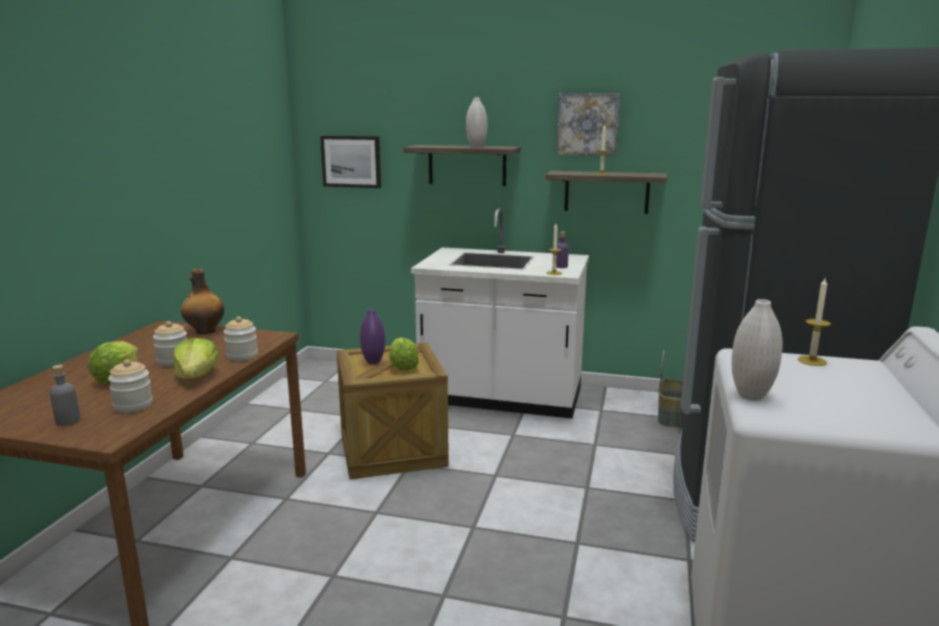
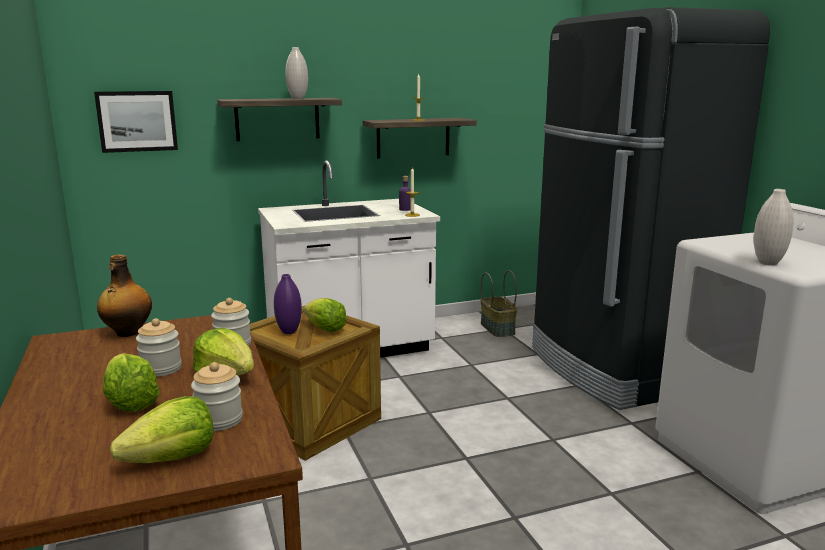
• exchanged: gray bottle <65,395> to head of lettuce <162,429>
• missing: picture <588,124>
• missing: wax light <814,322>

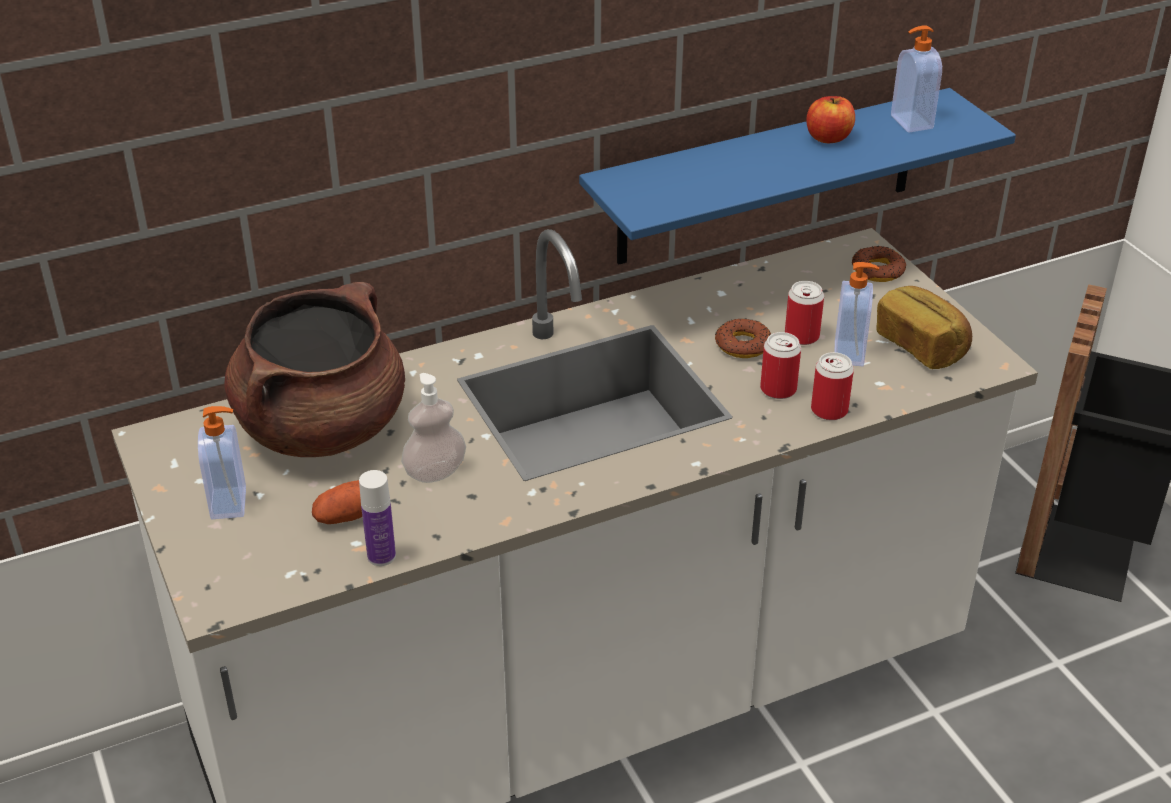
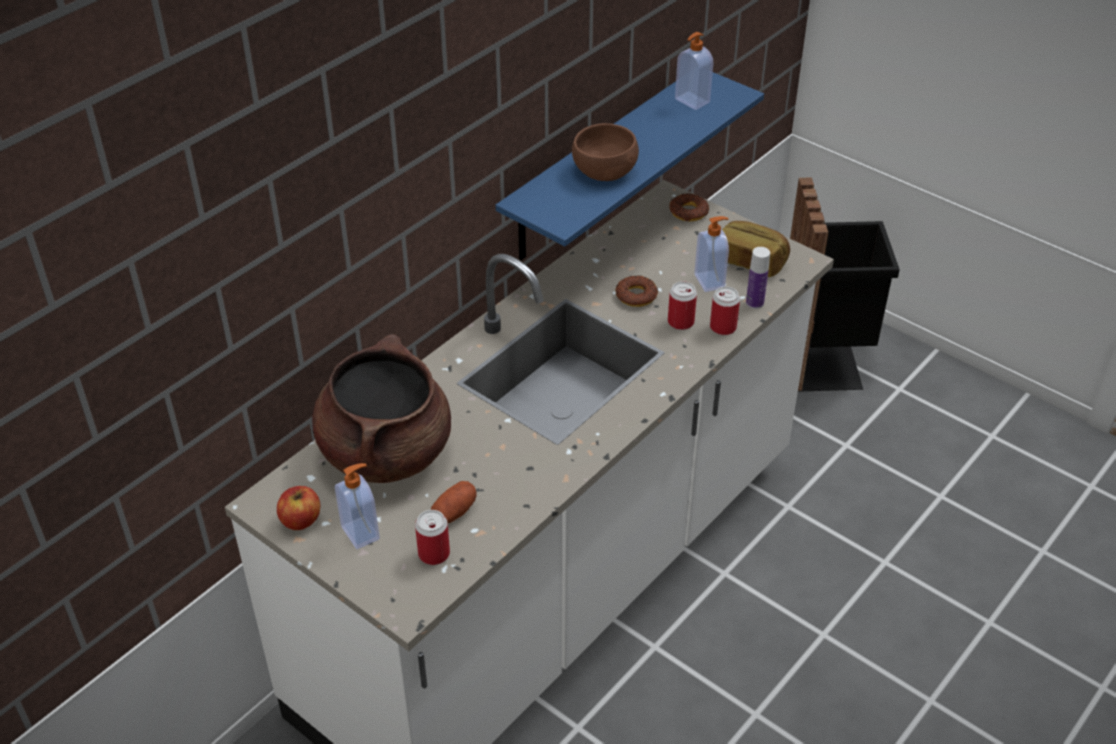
• relocated: bottle <377,518> to <758,278>
• missing: soap bottle <433,428>
• relocated: can <804,313> to <432,537>
• relocated: whole apple <830,119> to <298,508>
• appeared: brown-coloured serving bowl <605,152>

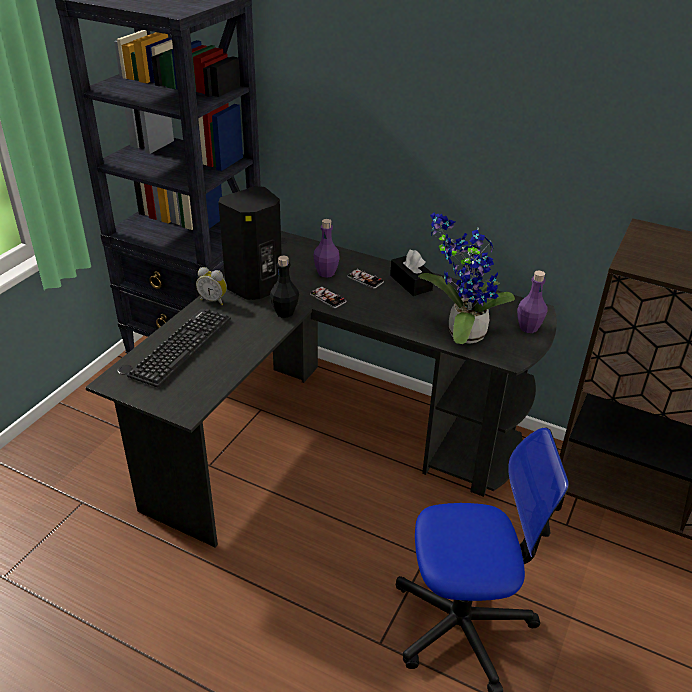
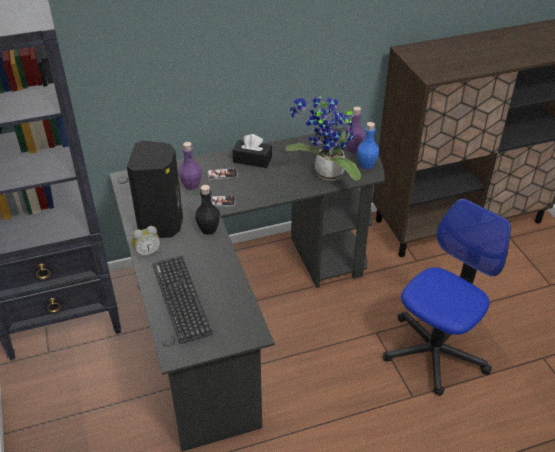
• appeared: blue bottle <368,145>

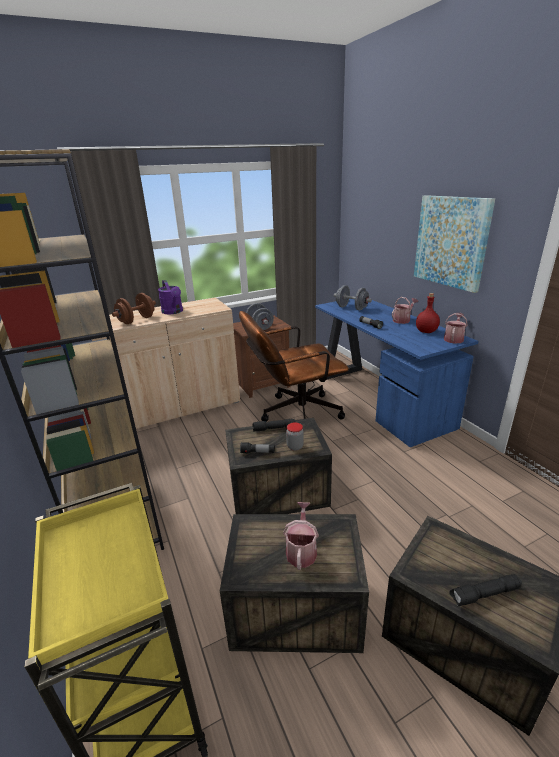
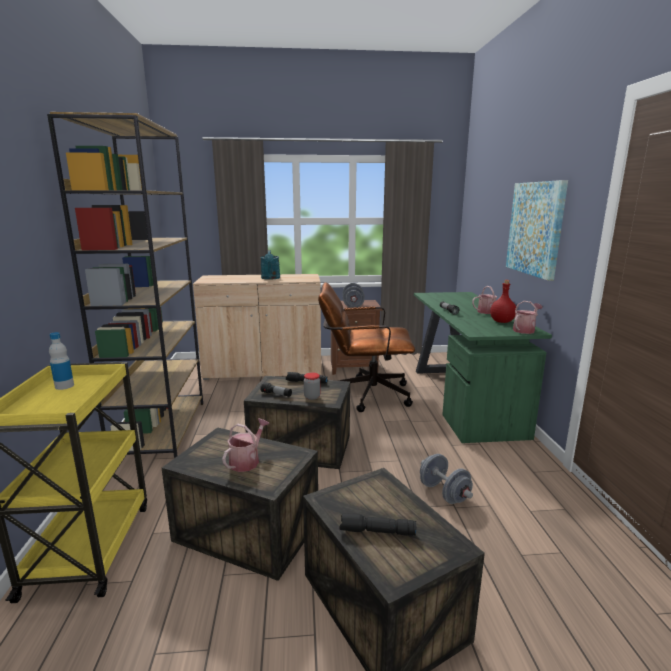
• missing: brown-coloured dumbbell <134,308>
• colour: purplish watering can <170,297> to blue-green watering can <270,265>
• colour: blue desk table <397,373> to green desk table <483,367>
• relocated: gray dumbbell <353,297> to <446,479>
• appeared: bottle <61,361>

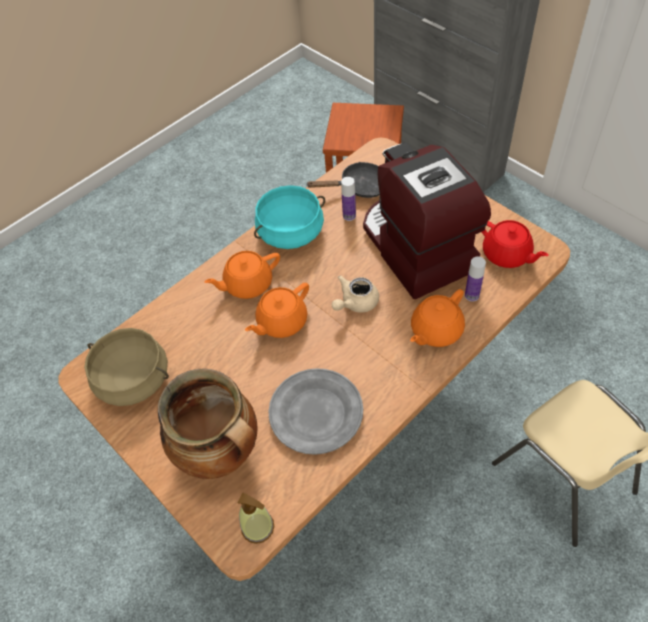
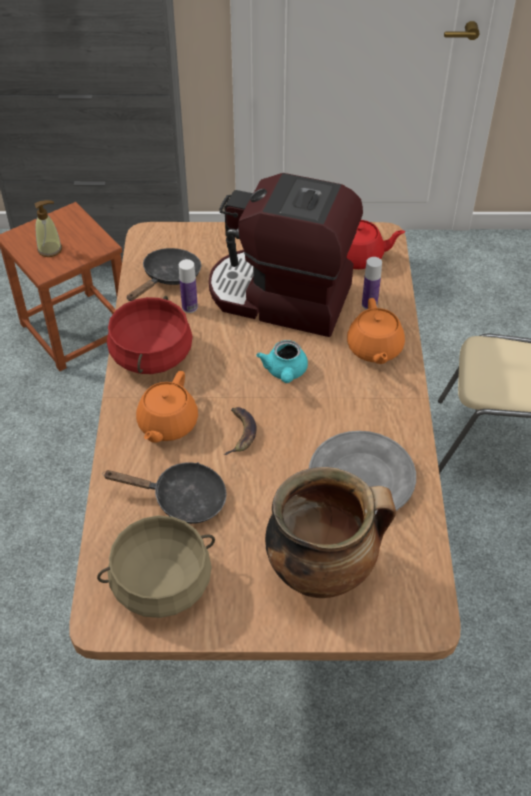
• relocated: soap bottle <255,518> to <48,228>
• exchanged: orangey tea pot <277,310> to banana fruit <240,431>
• colour: blue-green saucepot <289,217> to red saucepot <150,335>
• colour: sand-coloured tea pot <355,294> to blue-green tea pot <282,361>
• appeared: blackish pan <164,493>

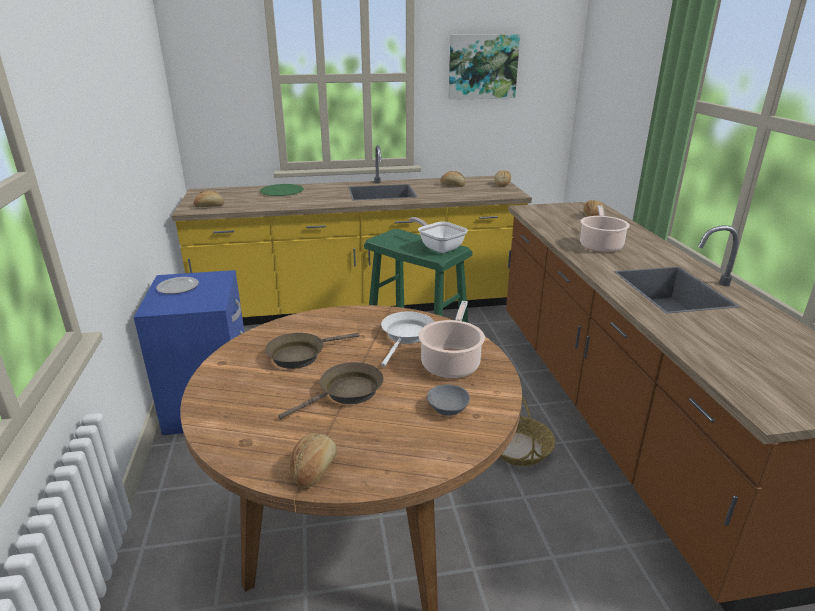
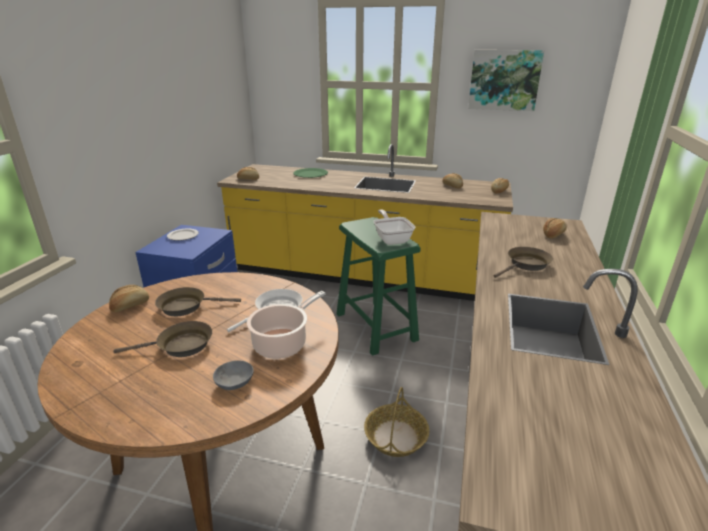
• relocated: bakery bread <313,460> to <129,298>
• exchanged: saucepot <605,228> to brown-coloured pan <523,262>

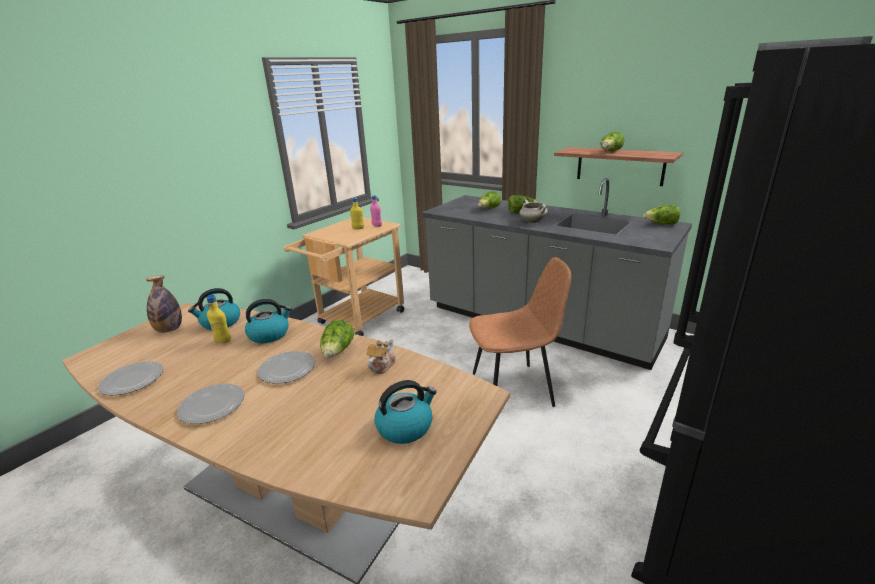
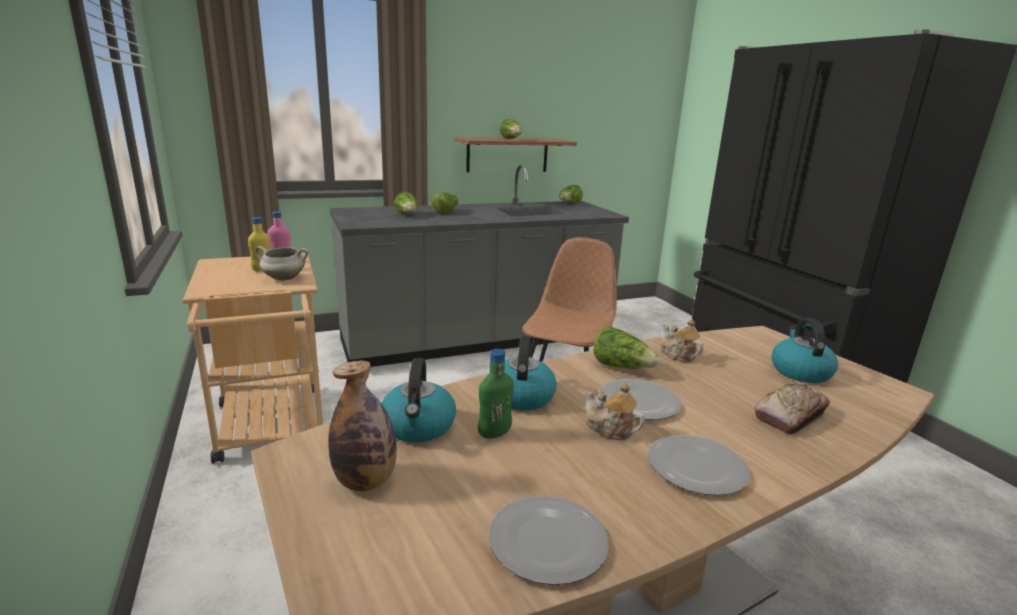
• colour: yellow bottle <218,319> to green bottle <496,394>
• relocated: white-coloured saucepot <534,211> to <282,263>
• appeared: tea pot <615,411>
• appeared: bakery bread <792,408>

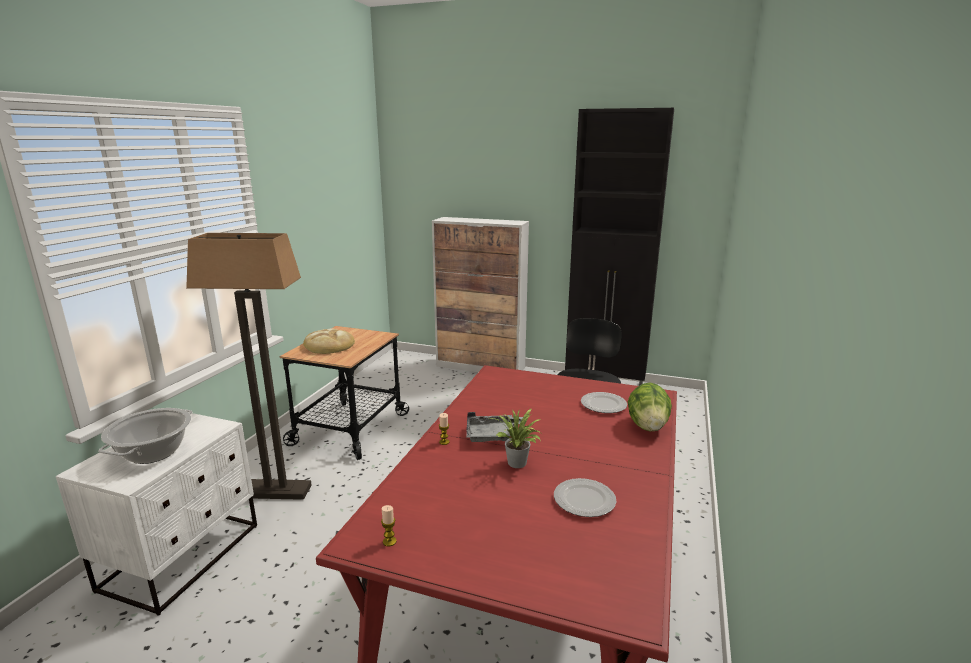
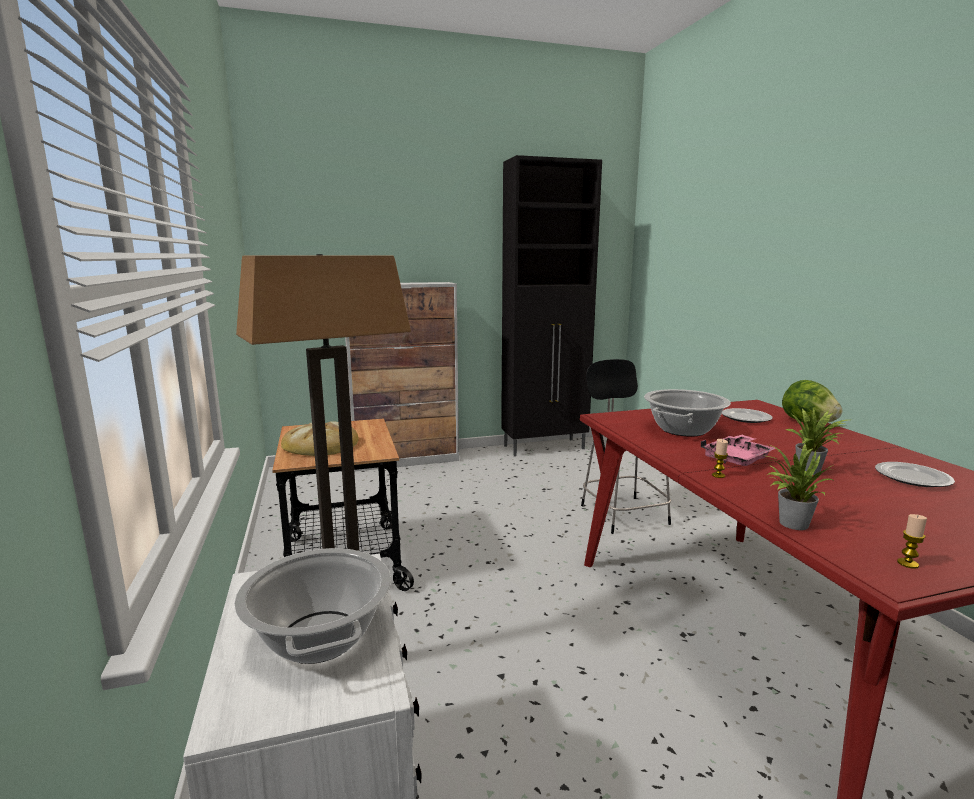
• colour: gray carrying tray <494,427> to pink carrying tray <738,450>
• appeared: saucepot <687,413>
• appeared: plant in a pot <801,487>

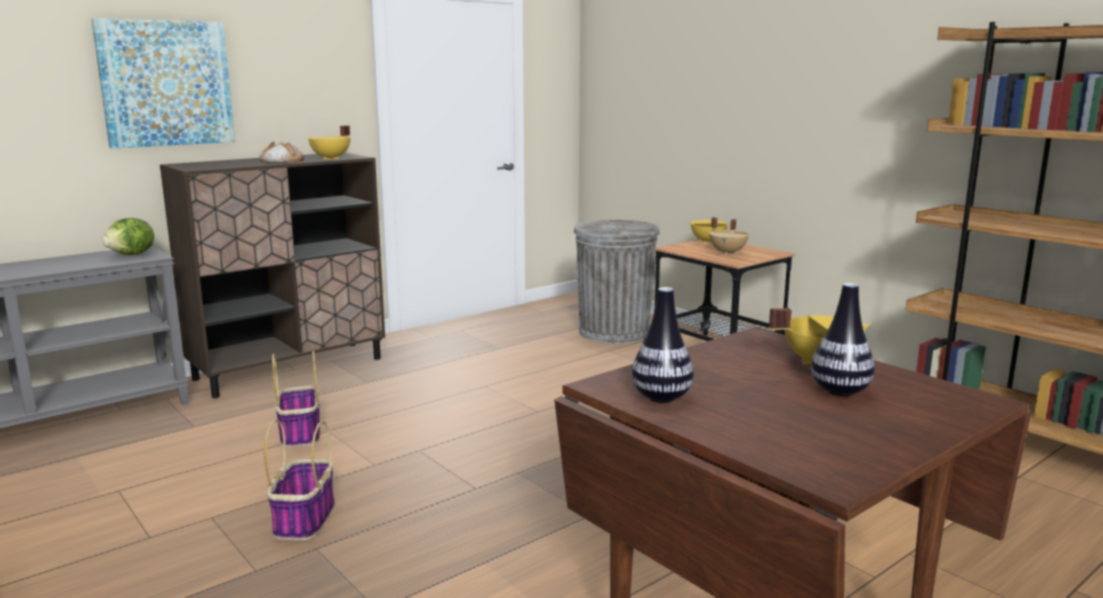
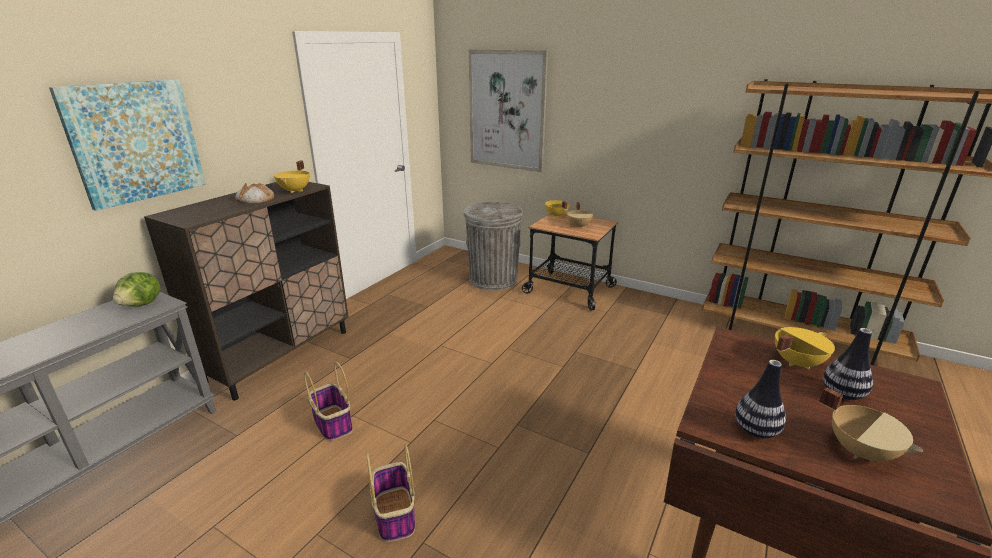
• appeared: picture <508,110>
• appeared: sand-coloured saucepot <871,424>

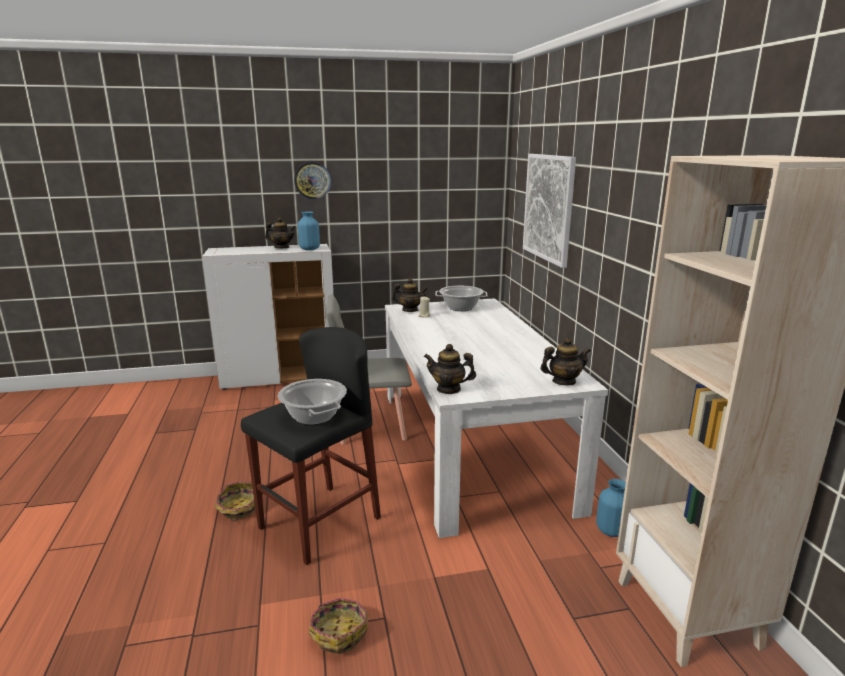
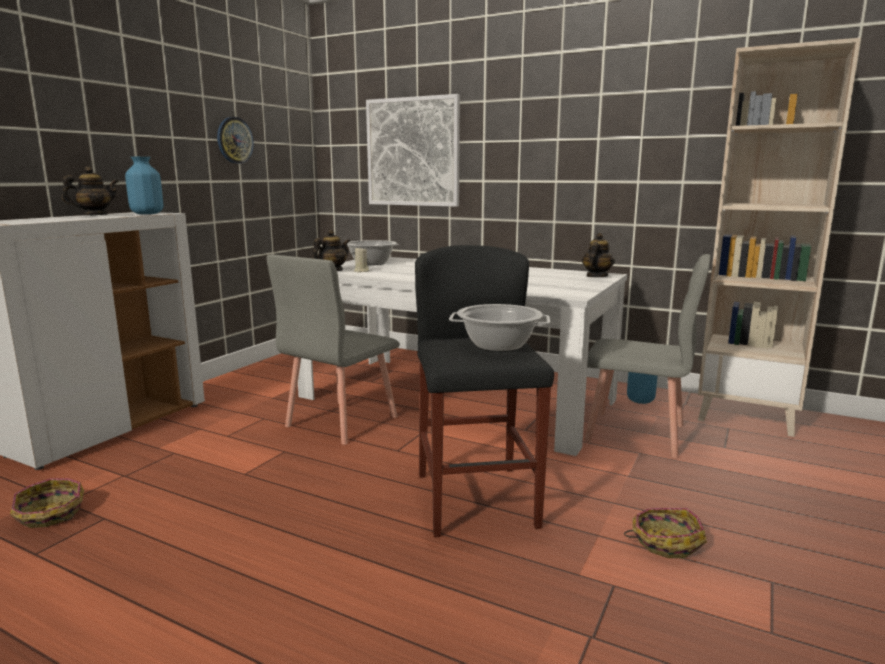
• relocated: household basket <235,501> to <47,503>
• relocated: wall clock <312,180> to <235,140>
• missing: tea pot <450,369>
• appeared: gray upright chair <647,356>

